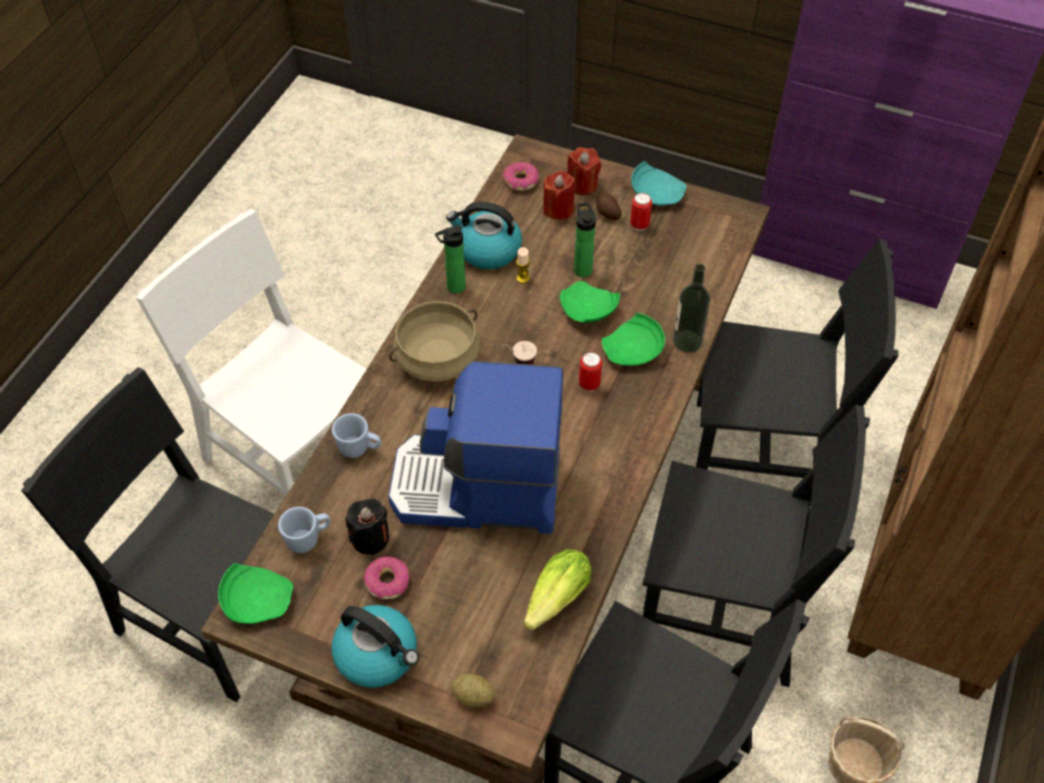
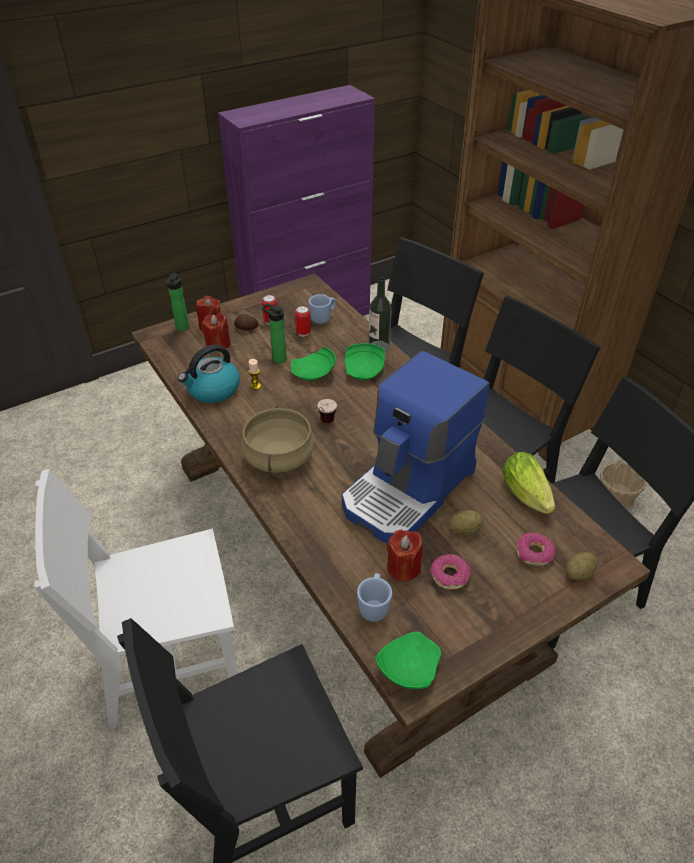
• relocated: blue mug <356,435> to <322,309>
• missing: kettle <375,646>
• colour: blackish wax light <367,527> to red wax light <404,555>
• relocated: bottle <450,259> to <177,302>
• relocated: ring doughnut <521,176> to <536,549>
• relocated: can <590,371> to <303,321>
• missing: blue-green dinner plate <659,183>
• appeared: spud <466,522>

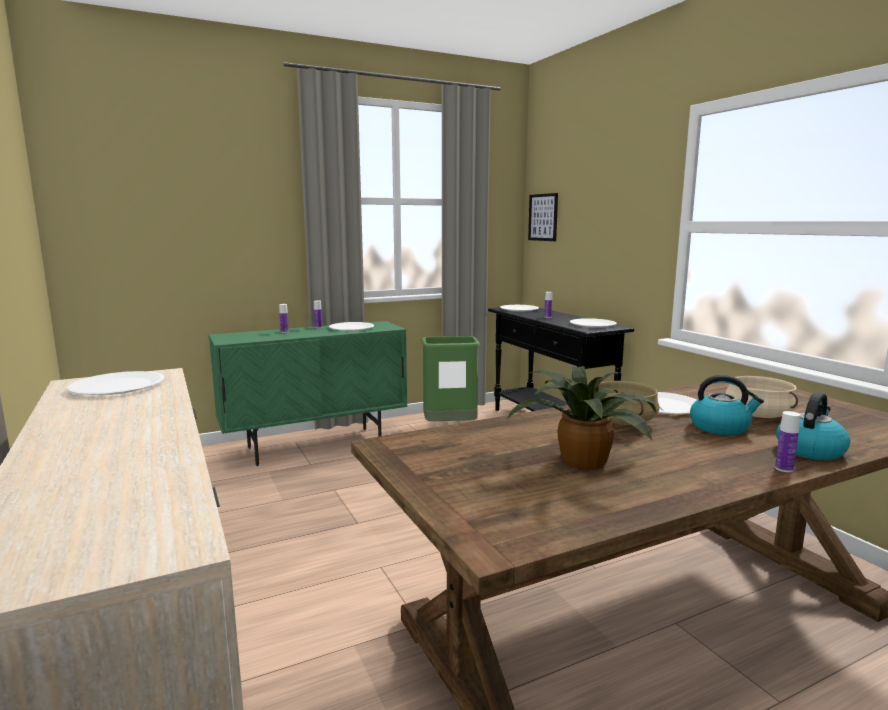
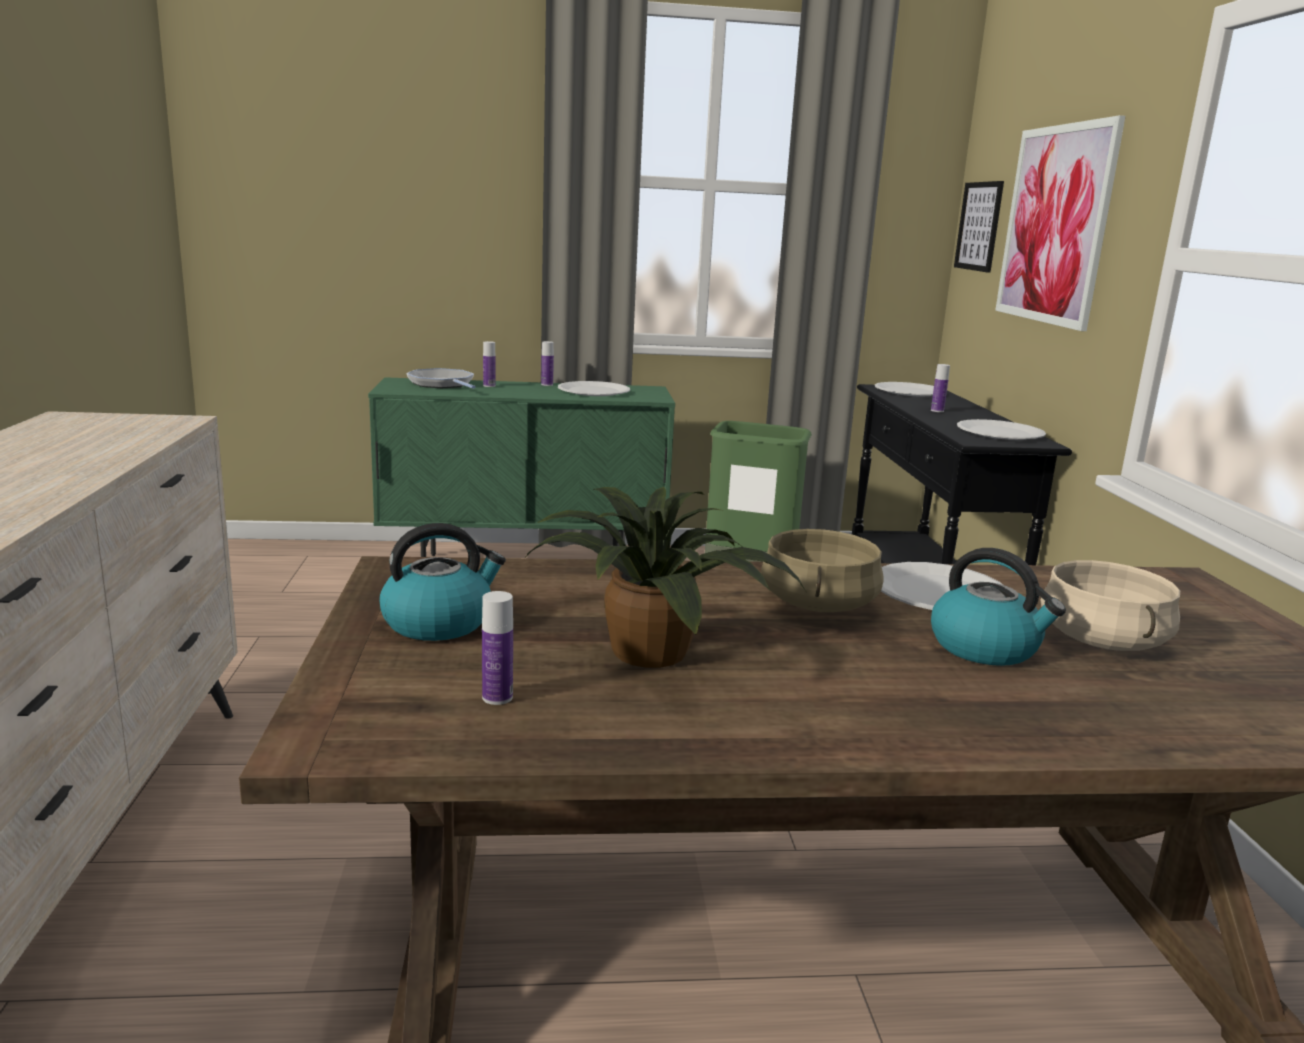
• missing: white-coloured dinner plate <115,383>
• relocated: bottle <788,441> to <497,648>
• relocated: kettle <813,426> to <442,582>
• appeared: pan <441,378>
• appeared: picture <1060,223>

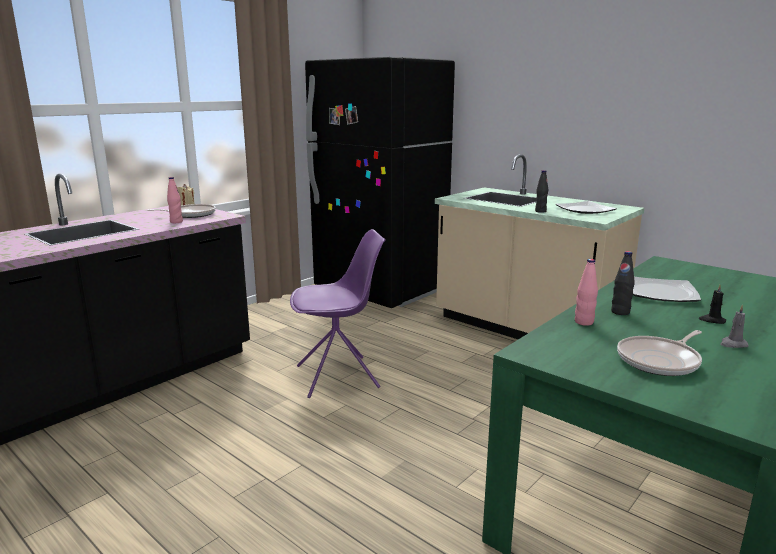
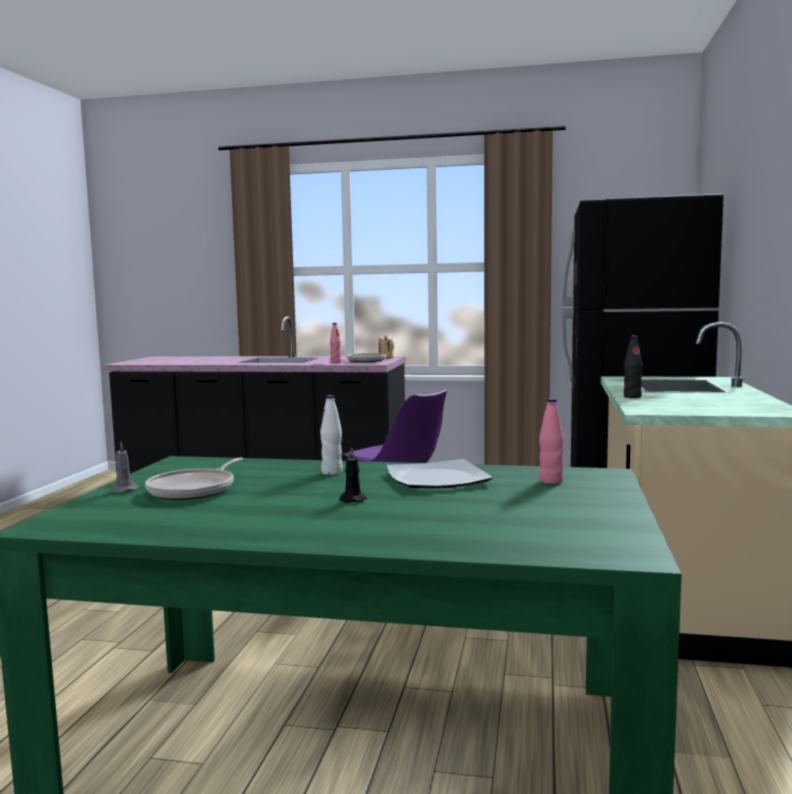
• missing: dinner plate <586,207>
• relocated: pink bottle <586,292> to <551,441>
• colour: blackish bottle <623,283> to white-coloured bottle <331,435>
• spun: pan <659,353> = <194,479> 90 degrees counterclockwise
• relocated: gray wax light <734,326> to <125,467>

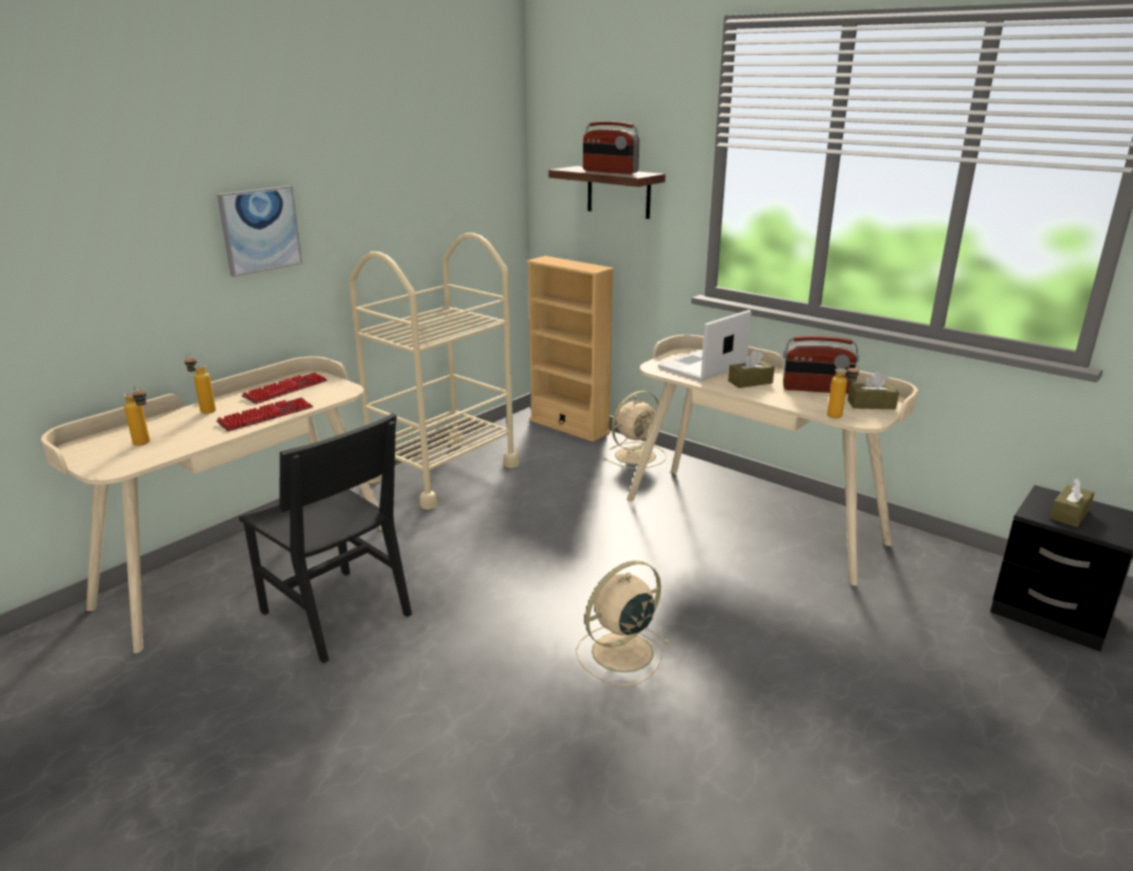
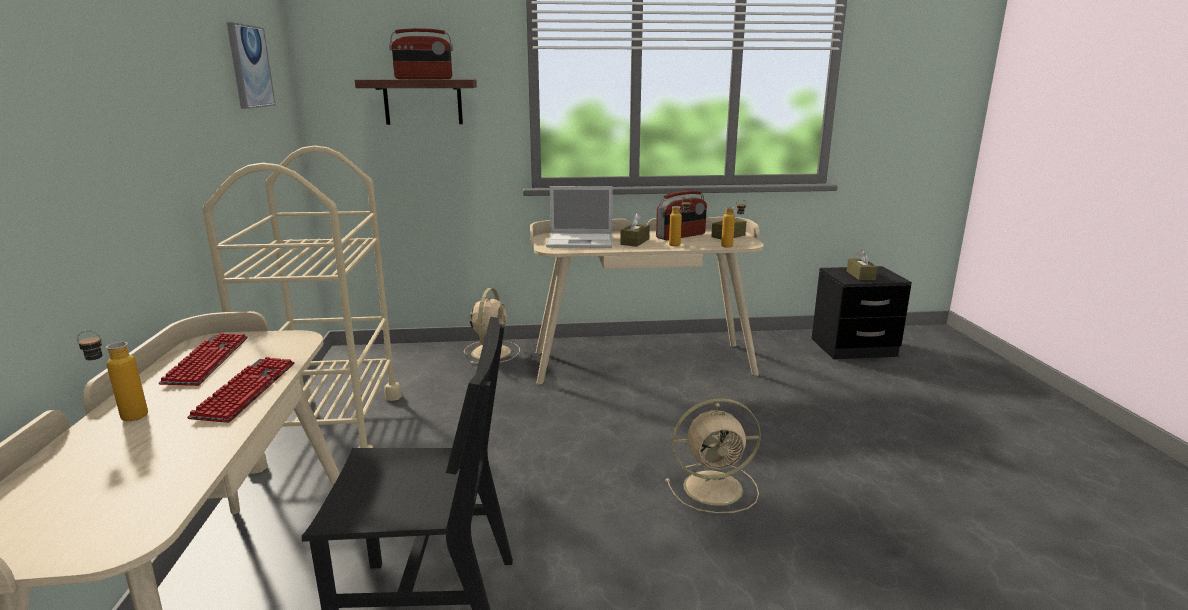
• relocated: bottle <137,415> to <680,222>
• relocated: picture <259,231> to <251,65>
• missing: sand-coloured bookcase <570,349>
• spun: sand-coloured electric fan <623,623> = <713,455> 105 degrees counterclockwise
• spun: portable computer <705,345> = <579,217> 90 degrees counterclockwise

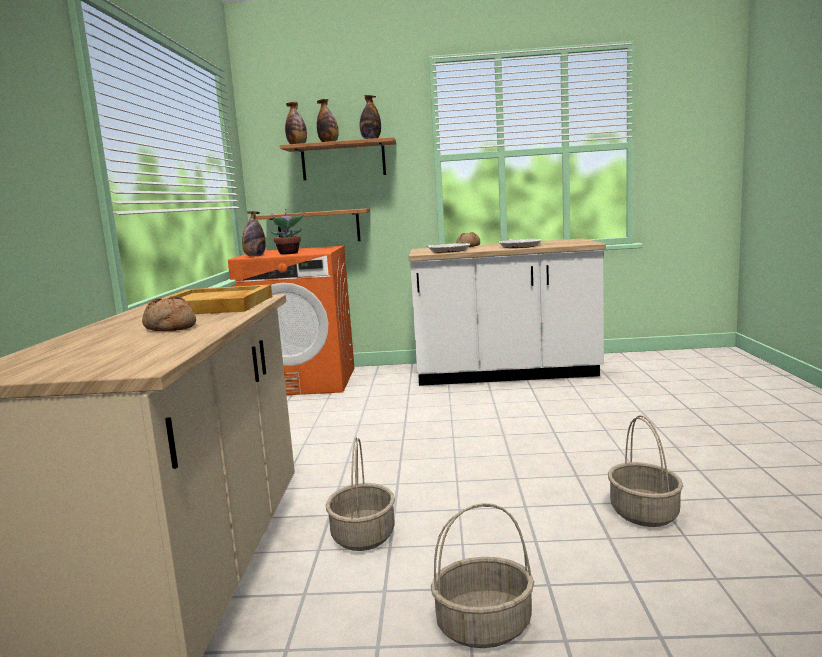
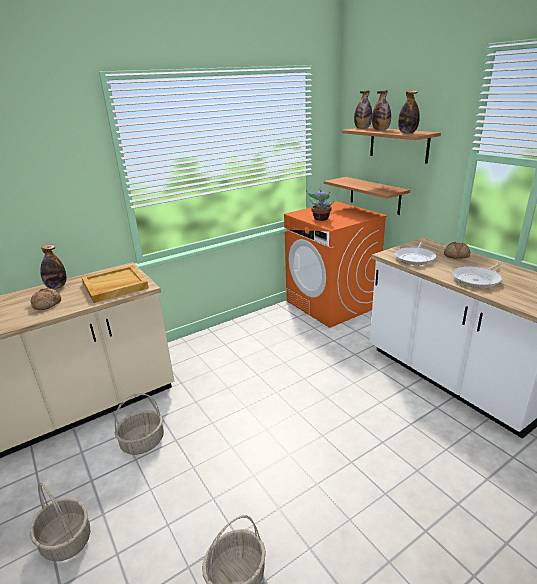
• relocated: bottle <253,233> to <53,266>

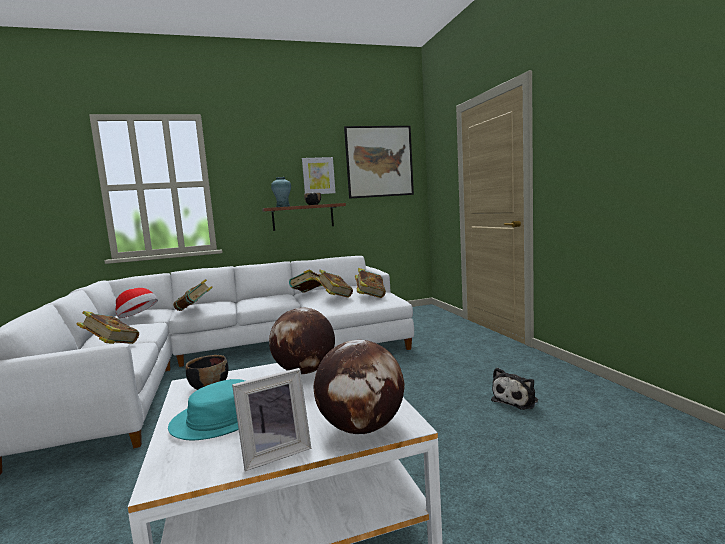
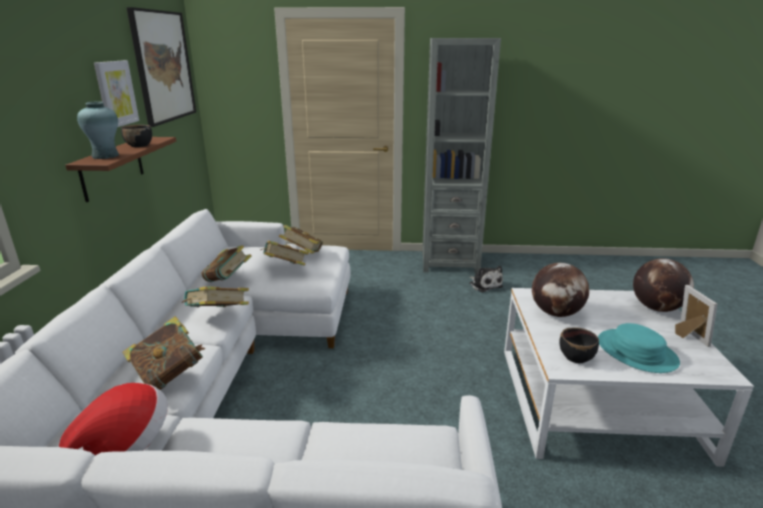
• relocated: bound book <107,327> to <215,296>
• appeared: gray bookcase <461,155>

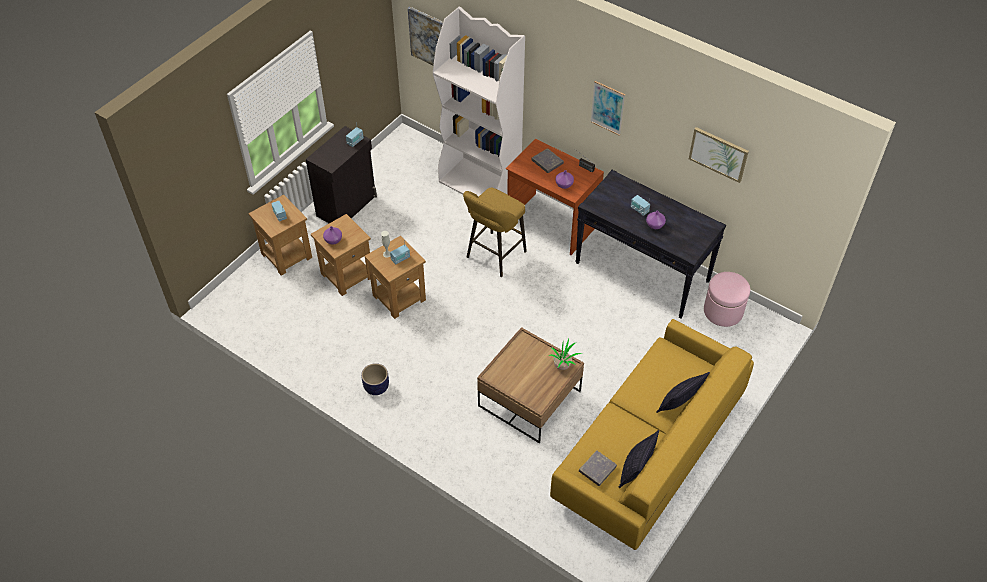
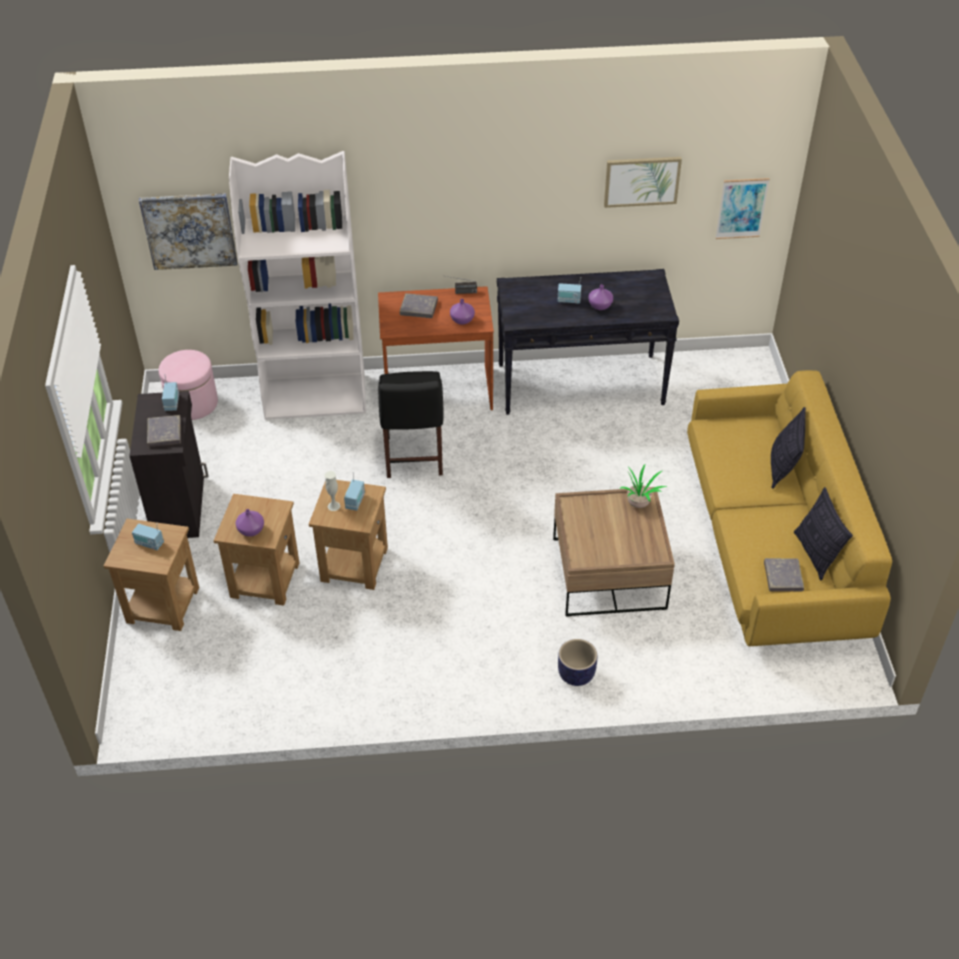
• relocated: flower pot <375,379> to <577,662>
• exchanged: yellow sitting stool <495,232> to blackish upright chair <411,424>
• relocated: picture <607,108> to <742,208>
• relocated: pink pouffe <727,299> to <188,385>
• appeared: gray bound book <164,431>

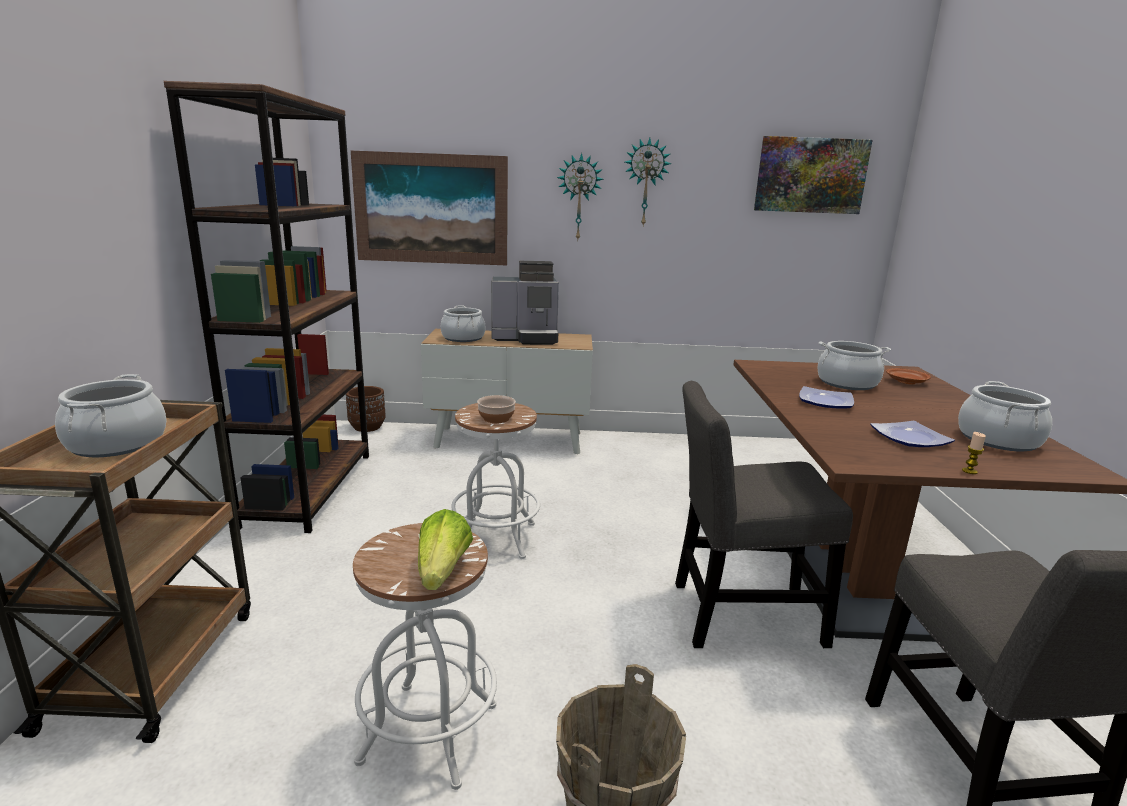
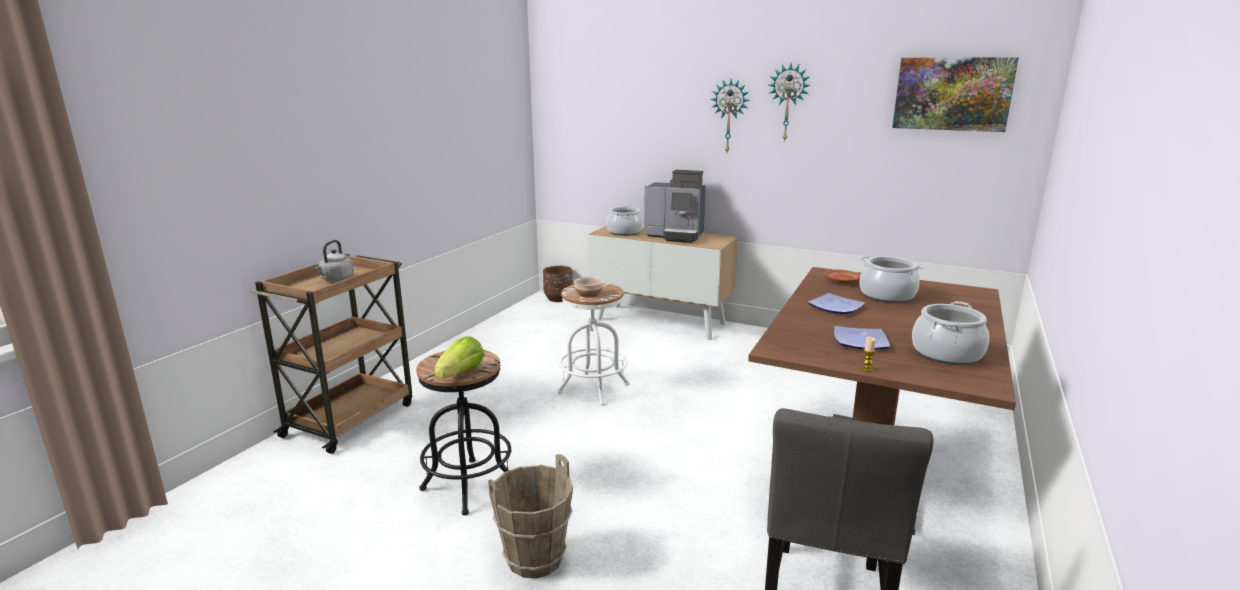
• exchanged: saucepot <111,415> to gray kettle <334,260>
• missing: brown-coloured bookcase <266,307>
• missing: picture <429,208>
• colour: white-coloured sitting stool <425,656> to blackish sitting stool <464,432>
• missing: gray upright chair <764,514>
• relocated: brown-coloured dinner plate <908,376> to <842,277>

